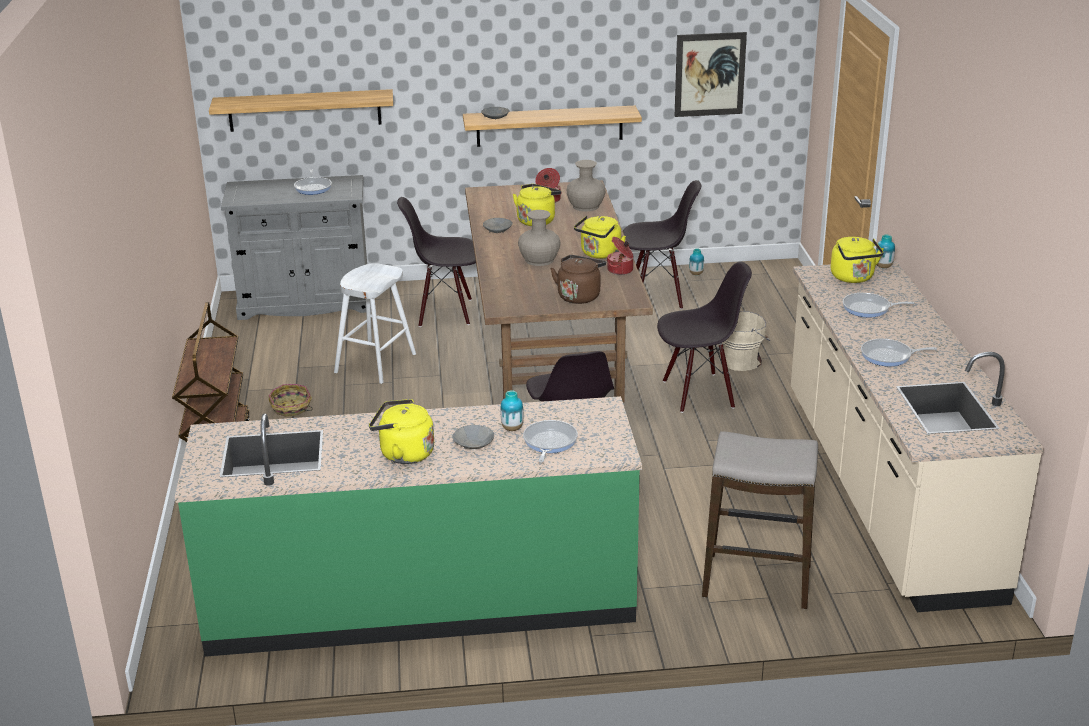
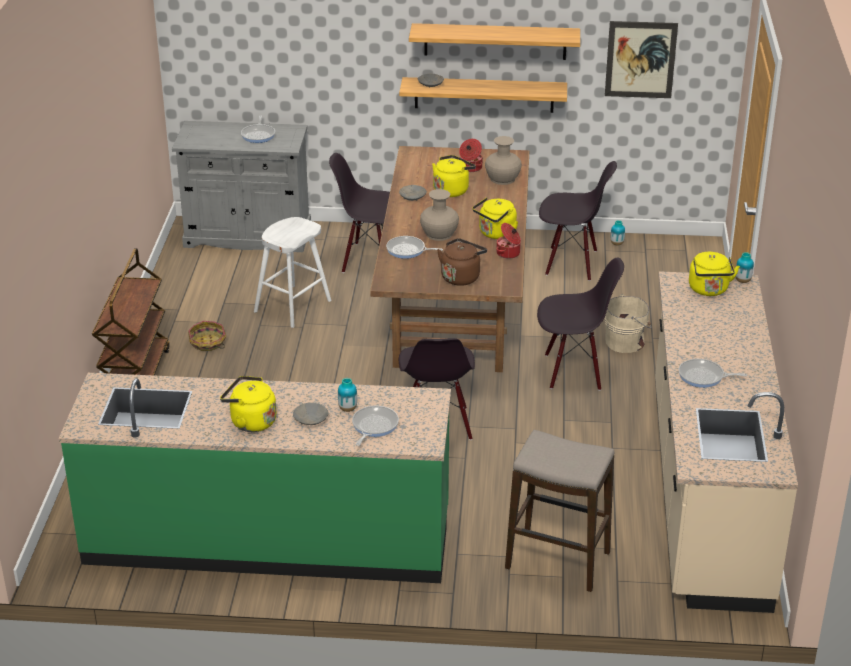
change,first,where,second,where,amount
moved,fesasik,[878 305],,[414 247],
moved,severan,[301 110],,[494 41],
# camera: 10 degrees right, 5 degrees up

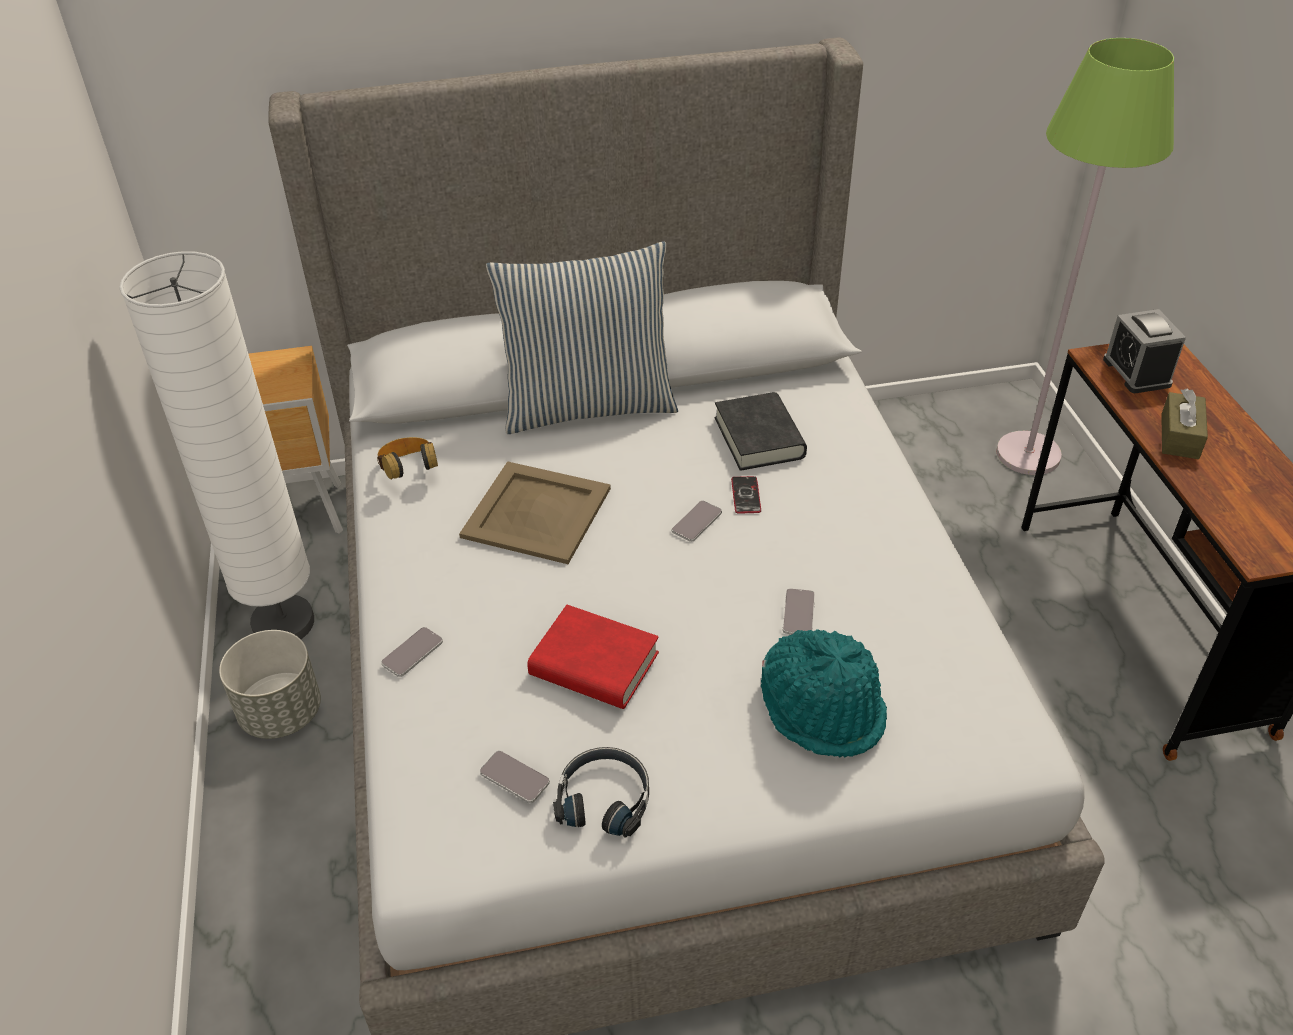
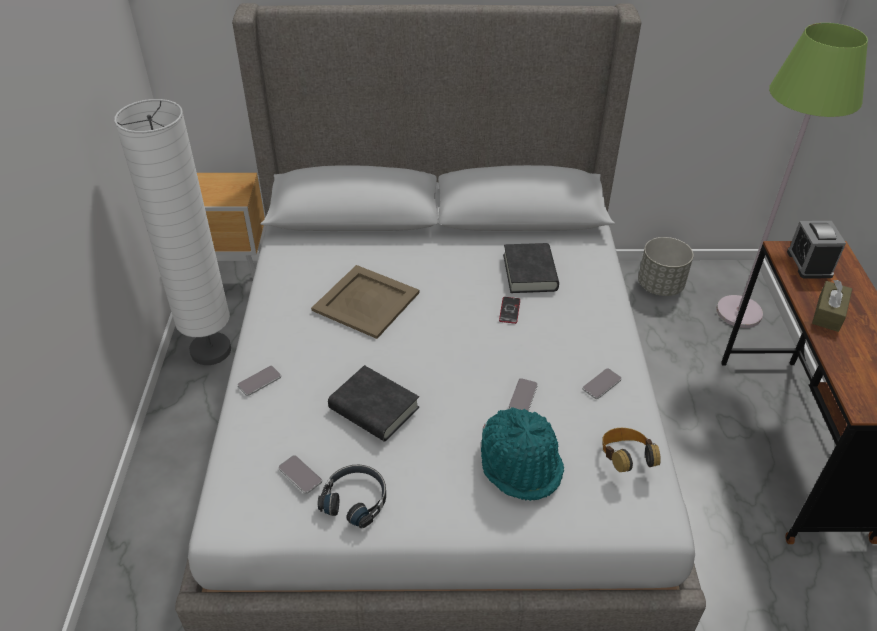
change,first,where,second,where,amount
recoloured,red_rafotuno,[593 657],black_rafotuno,[373 403],
moved,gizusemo,[697 521],,[602 383],
moved,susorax,[407 458],,[631 450],
moved,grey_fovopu,[270 684],,[665 266],
removed,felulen,[582 338],,,
# camera: 10 degrees right, 0 degrees up

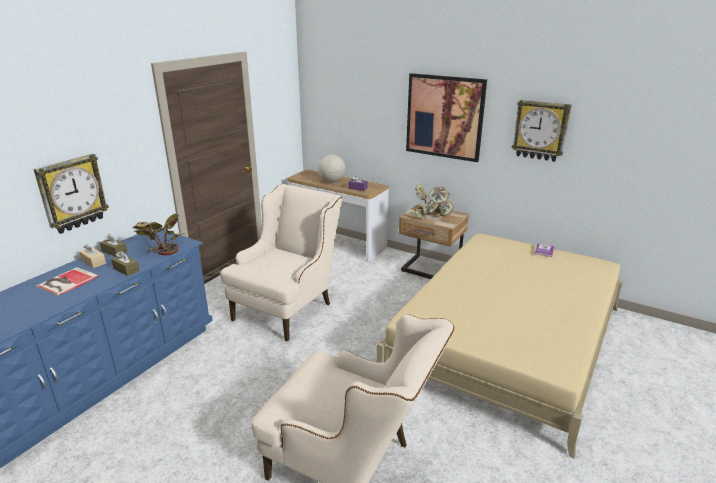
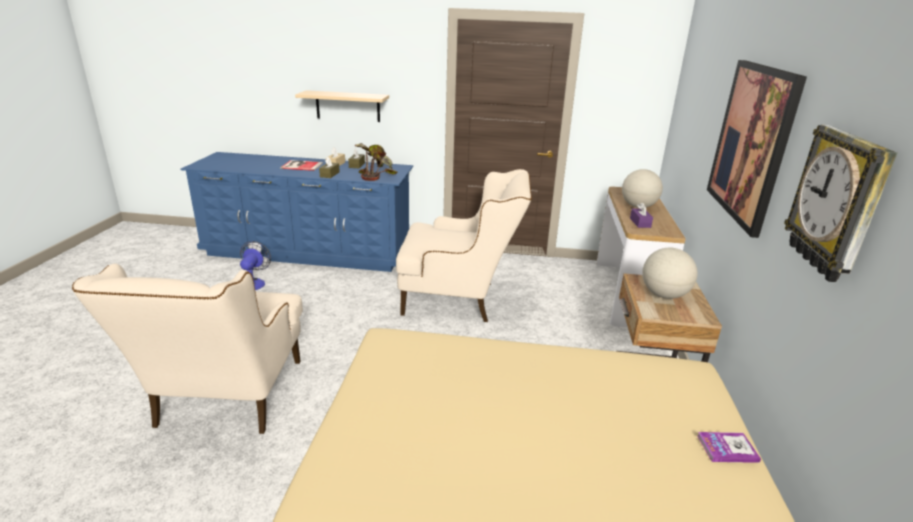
change,first,where,second,where,amount
added,,,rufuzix,[255 265],
replaced,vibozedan,[71 194],beige_severan,[342 106],
replaced,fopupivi,[434 202],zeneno,[669 273],
# camera: 65 degrees right, 0 degrees up

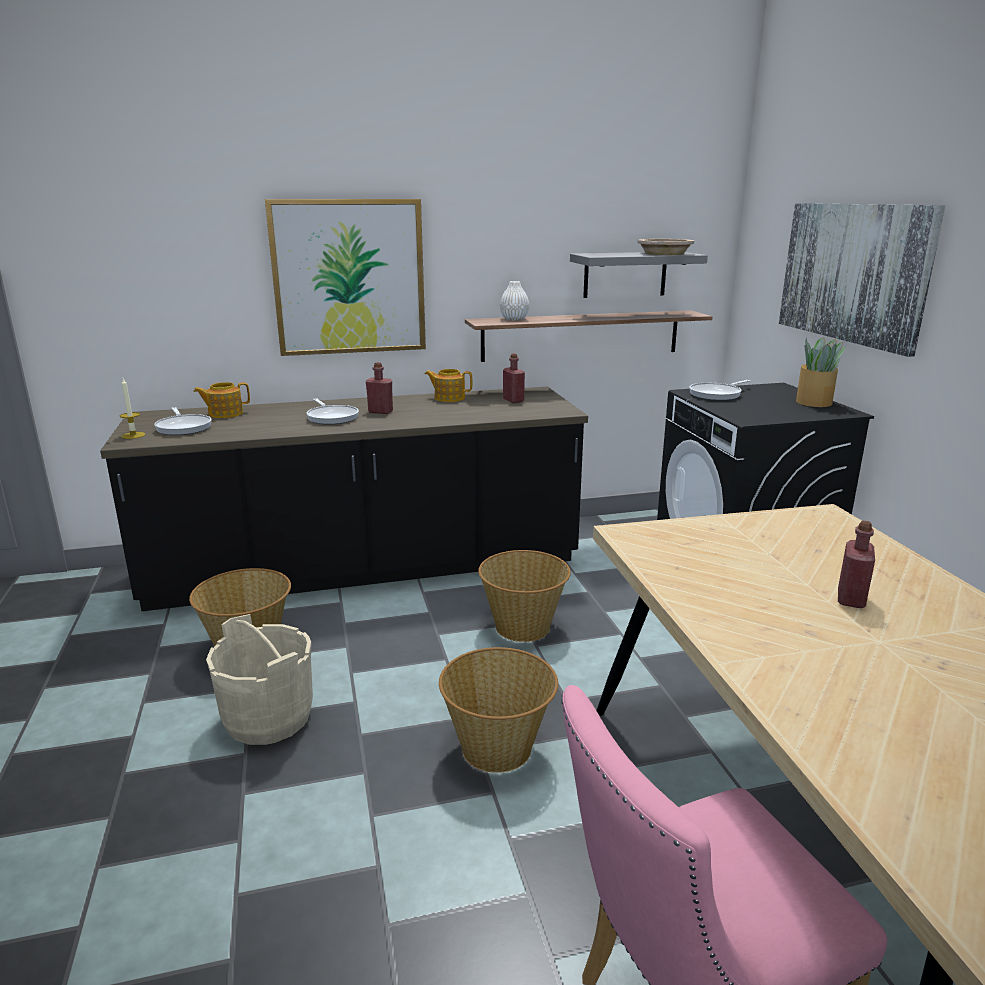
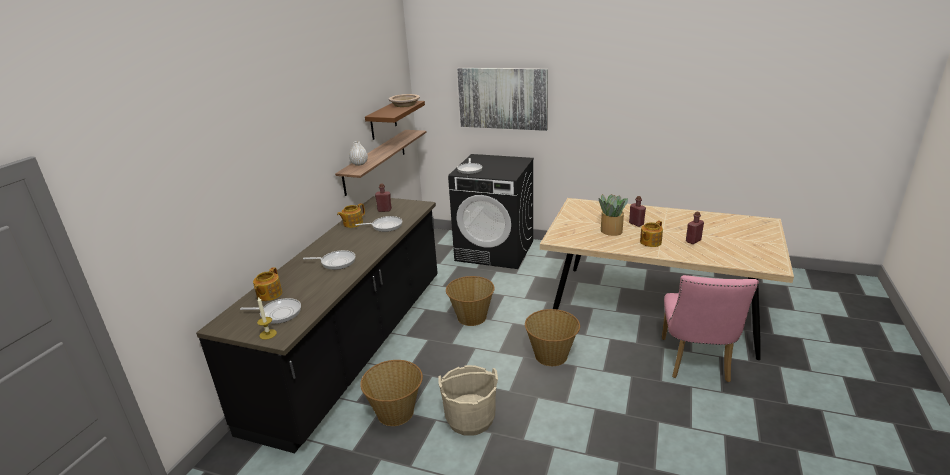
change,first,where,second,where,amount
added,,,fesasik,[378 224],
recoloured,grey_severan,[639 275],brown_severan,[395 120],
moved,fopupivi,[821 372],,[613 215],
added,,,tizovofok,[651 234],
moved,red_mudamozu,[379 388],,[695 227],
removed,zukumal,[345 277],,,
# camera: 55 degrees left, 5 degrees up

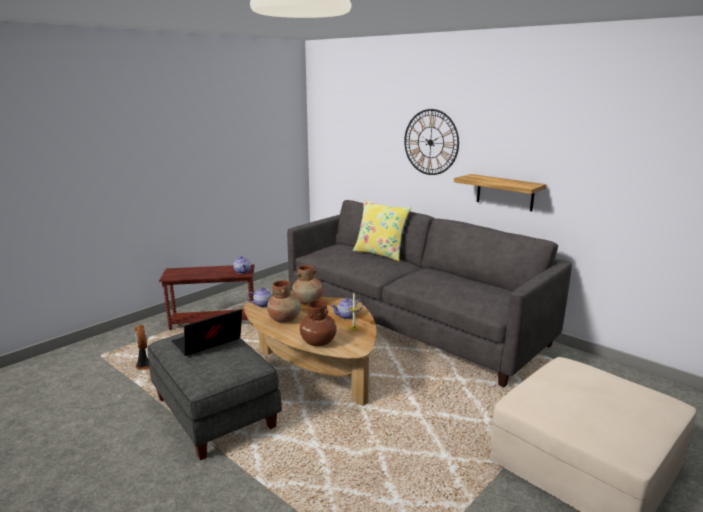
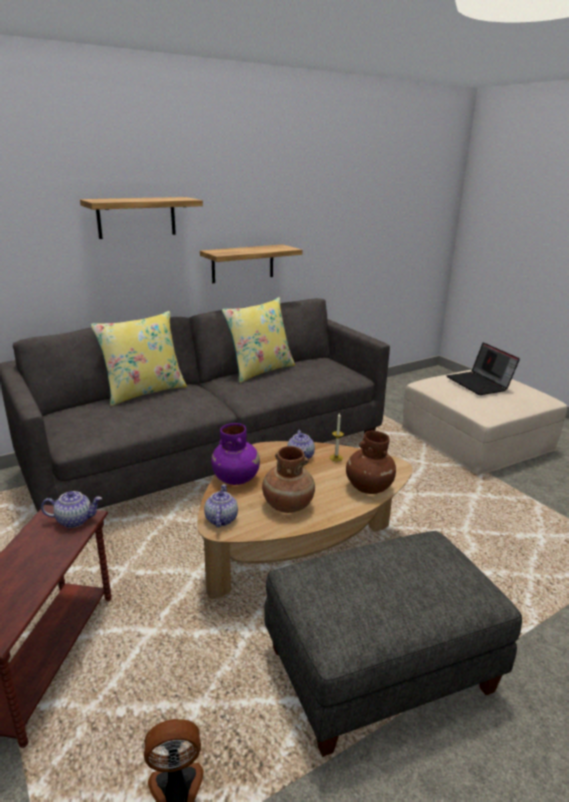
change,first,where,second,where,amount
replaced,vibozedan,[431 142],severan,[141 218],
recoloured,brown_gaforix,[307 284],purple_gaforix,[235 454],
added,,,yellow_felulen,[258 340],
moved,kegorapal,[207 332],,[483 368],
# camera: 75 degrees left, 5 degrees up

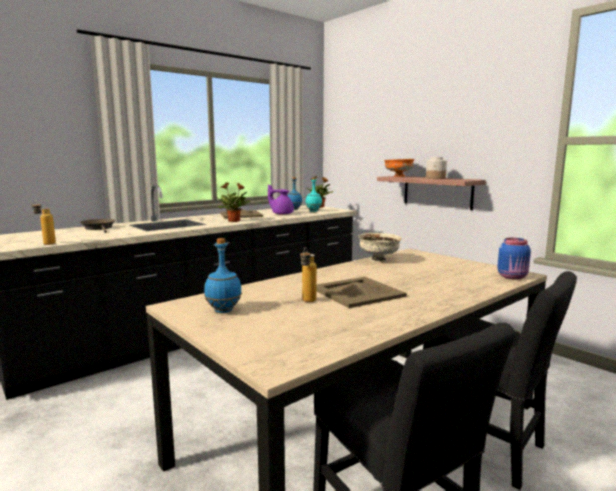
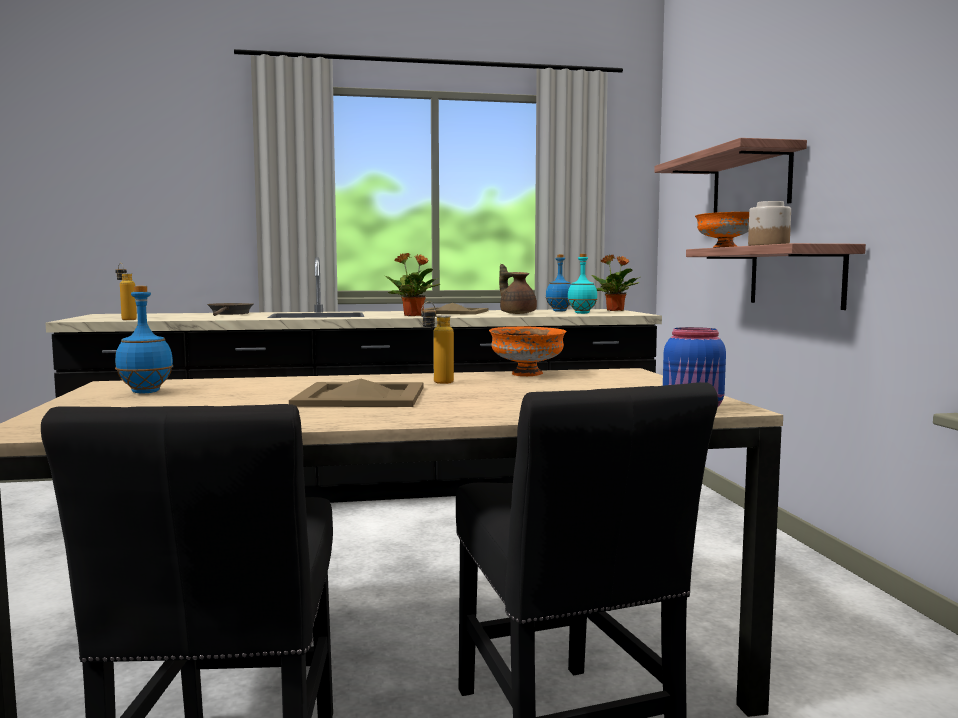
change,first,where,second,where,amount
moved,mudamozu,[308 274],,[437 342],
recoloured,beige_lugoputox,[380 248],orange_lugoputox,[528 351],
recoloured,purple_tizovofok,[281 199],brown_tizovofok,[518 289],
added,,,severan,[730 175],
# camera: 30 degrees right, 5 degrees down

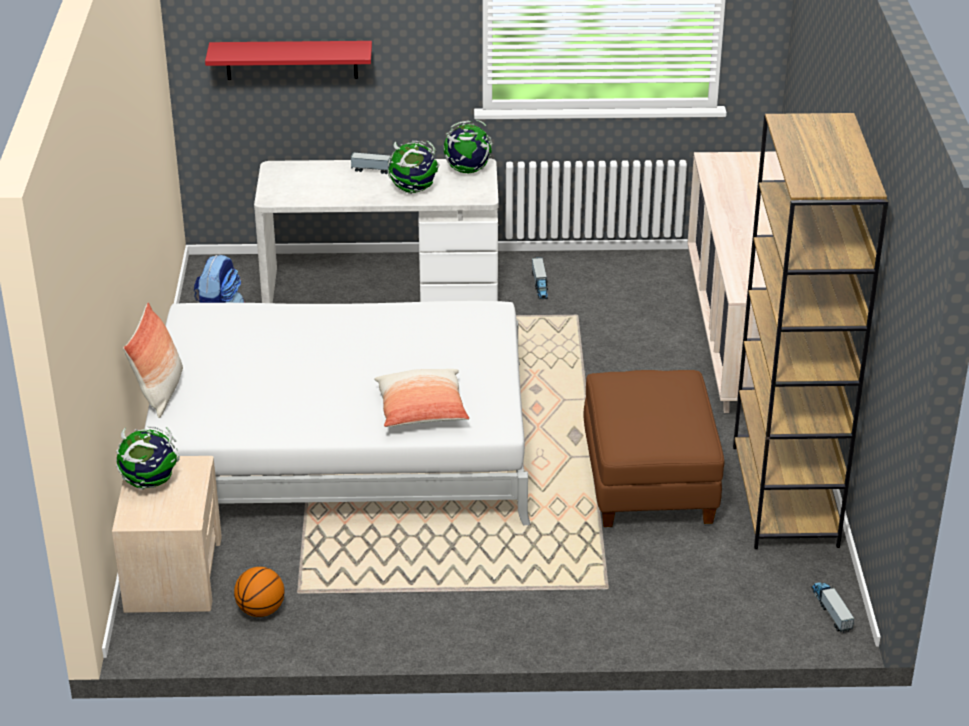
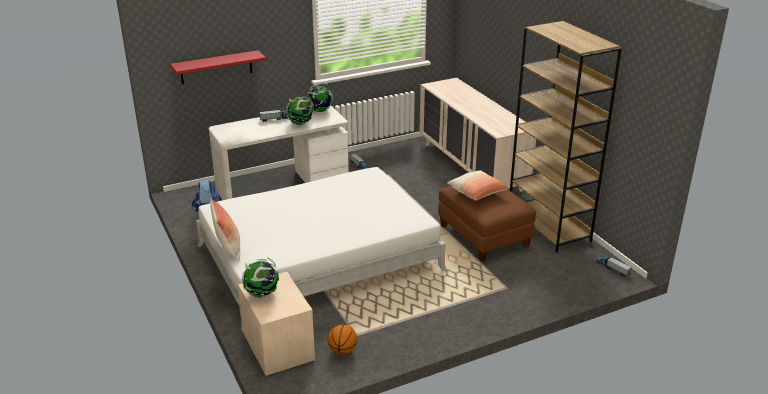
change,first,where,second,where,amount
moved,felulen,[421 398],,[478 185],
# camera: 25 degrees left, 5 degrees down

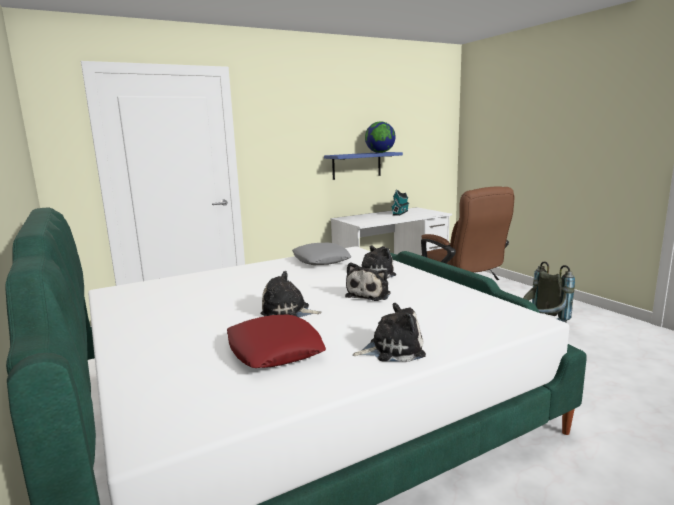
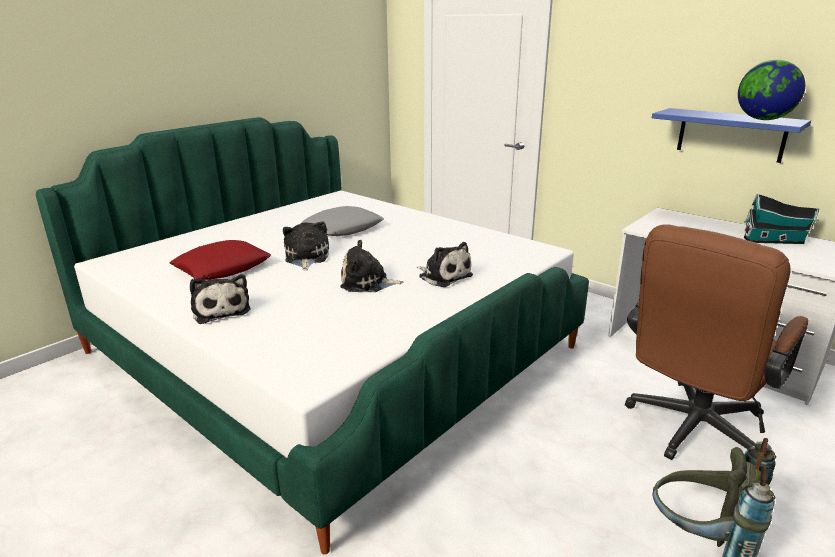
change,first,where,second,where,amount
moved,grey_felulen,[321 254],,[342 221],
# camera: 70 degrees right, 10 degrees up

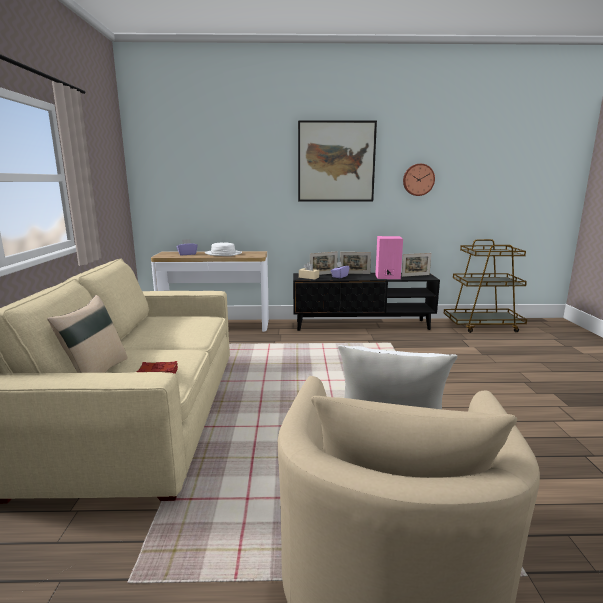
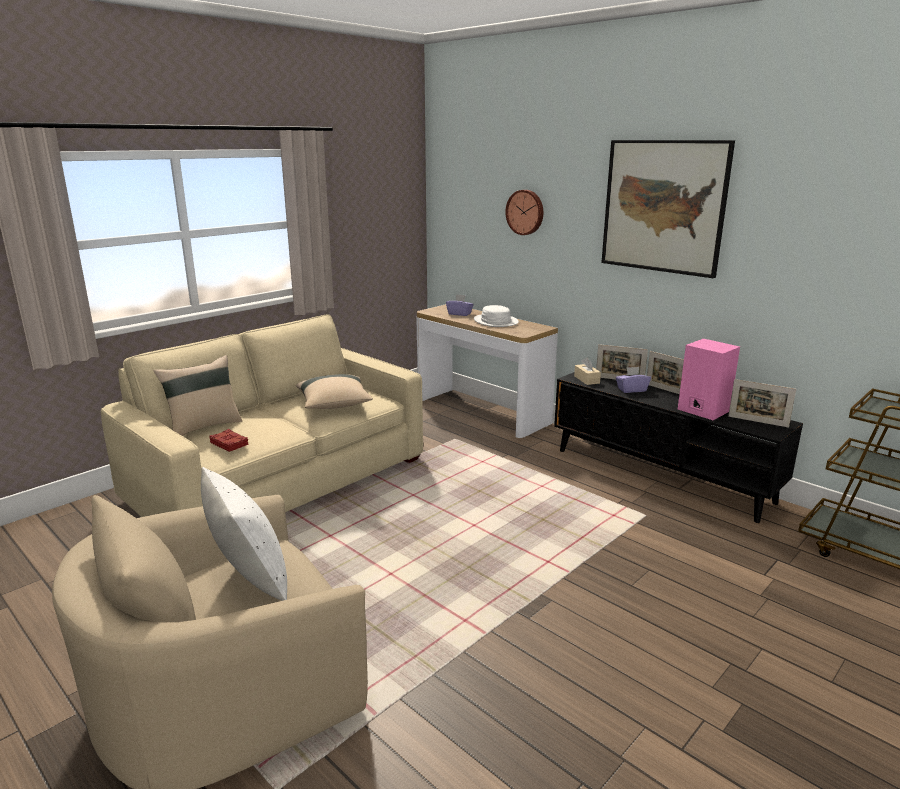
change,first,where,second,where,amount
added,,,beige_felulen,[334 391],
moved,vibozedan,[419 180],,[524 212],
# camera: 45 degrees right, 5 degrees up

